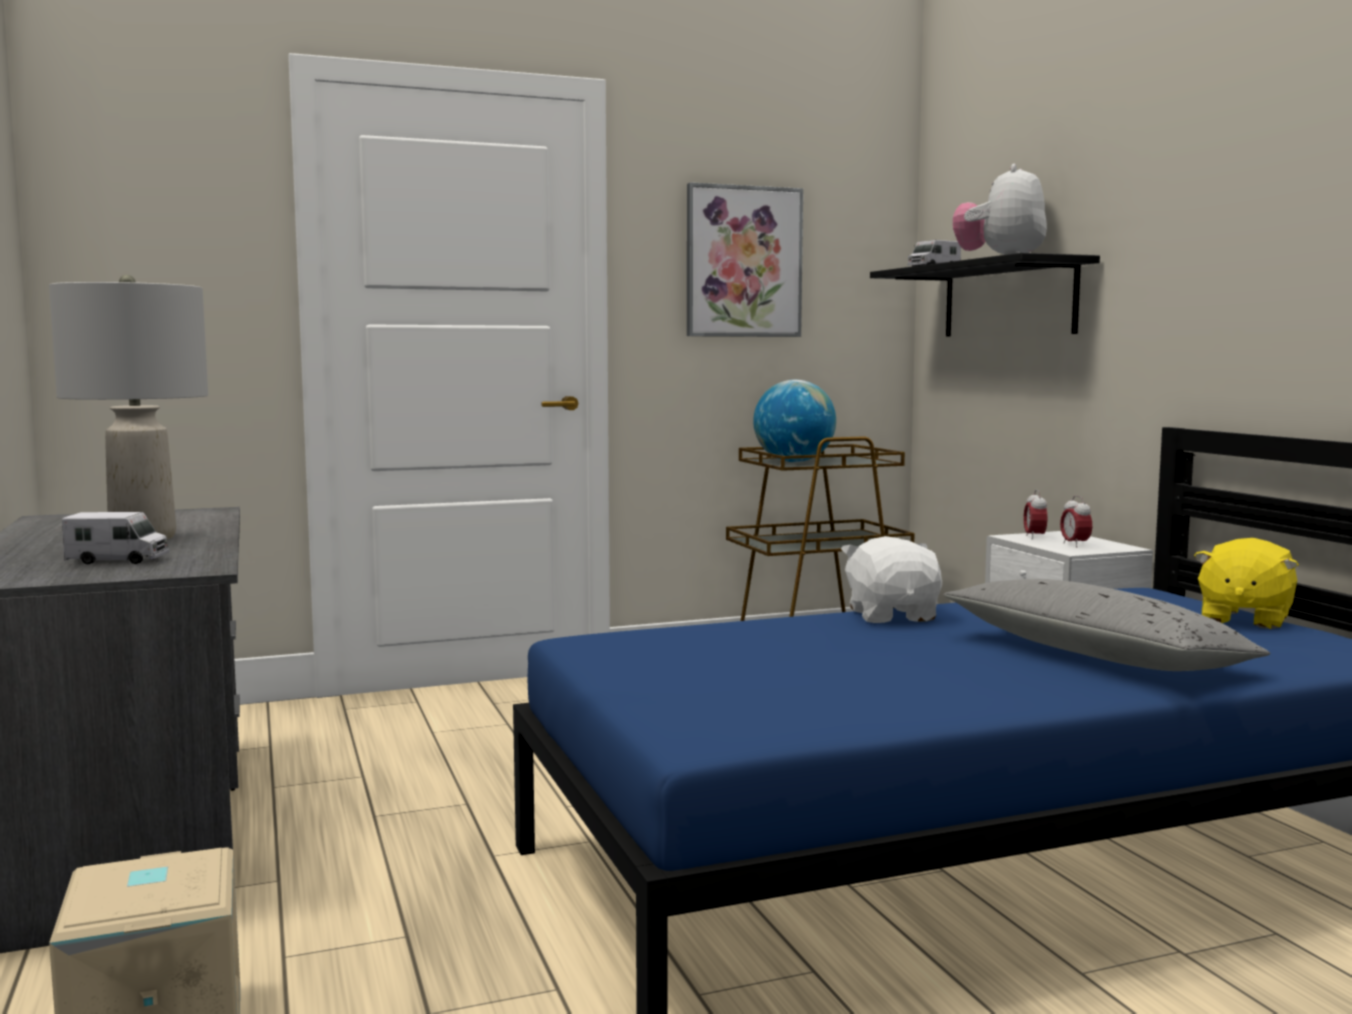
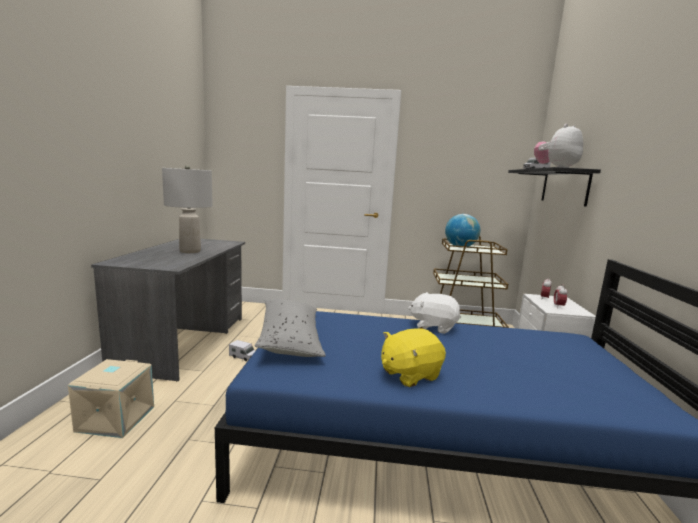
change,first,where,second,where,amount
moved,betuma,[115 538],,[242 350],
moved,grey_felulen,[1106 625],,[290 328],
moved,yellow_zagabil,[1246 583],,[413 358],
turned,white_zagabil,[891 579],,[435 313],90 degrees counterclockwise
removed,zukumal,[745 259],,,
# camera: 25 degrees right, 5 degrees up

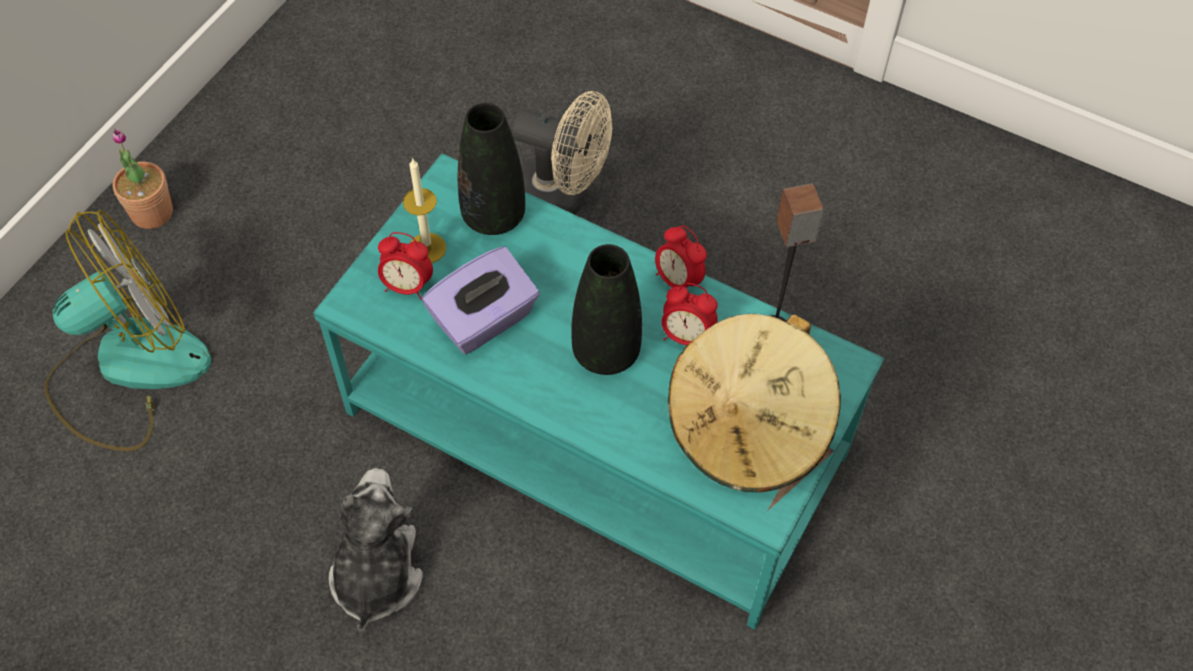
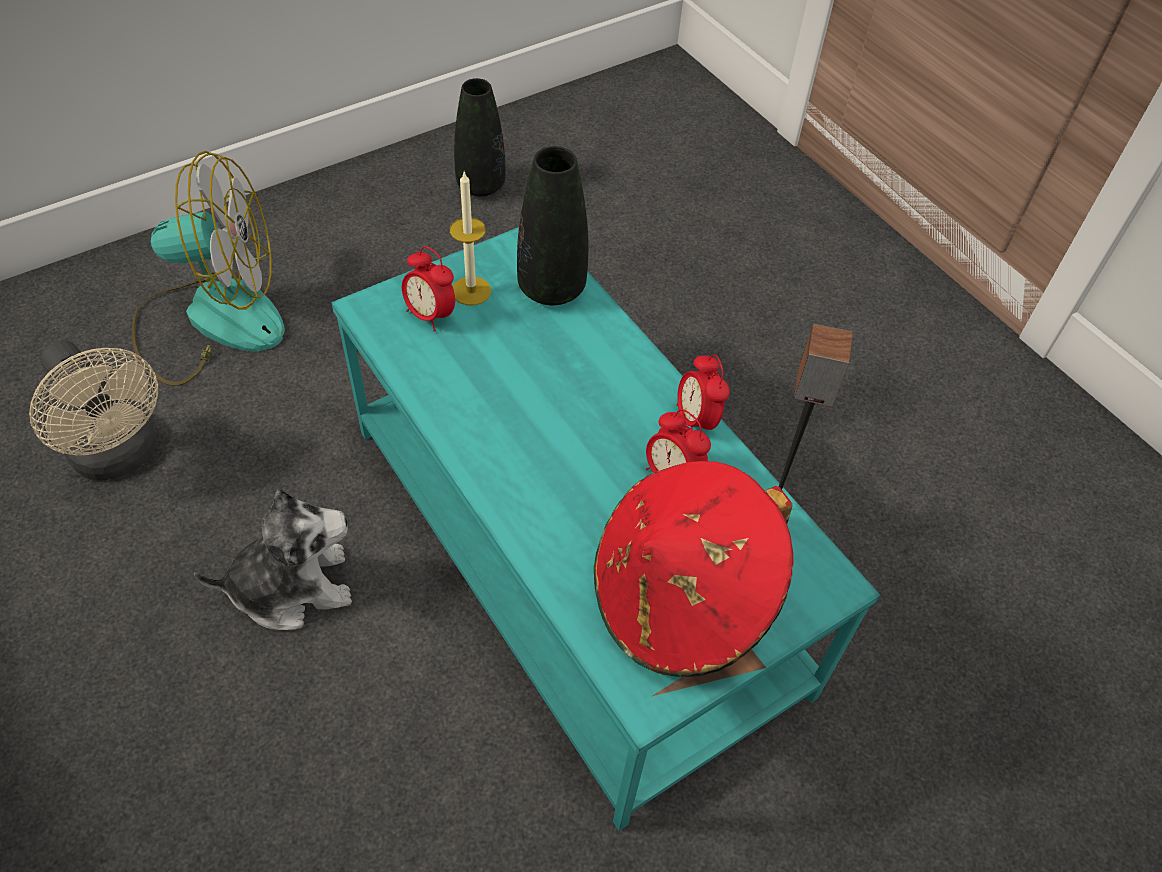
change,first,where,second,where,amount
moved,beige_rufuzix,[561 153],,[93 410],
turned,zagabil,[376 550],,[273 559],45 degrees clockwise
moved,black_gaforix,[606 309],,[479 137],
recoloured,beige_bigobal,[754 403],red_bigobal,[694 569],
removed,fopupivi,[143 178],,,
removed,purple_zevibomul,[481 300],,,
# camera: 25 degrees right, 5 degrees down

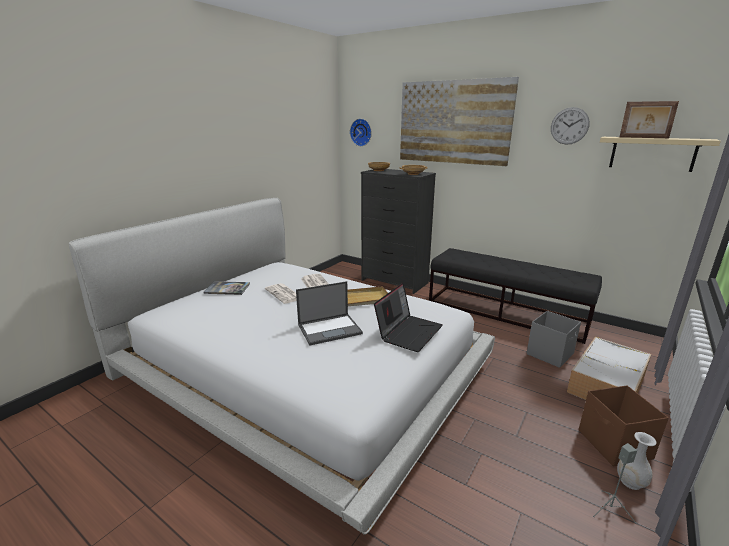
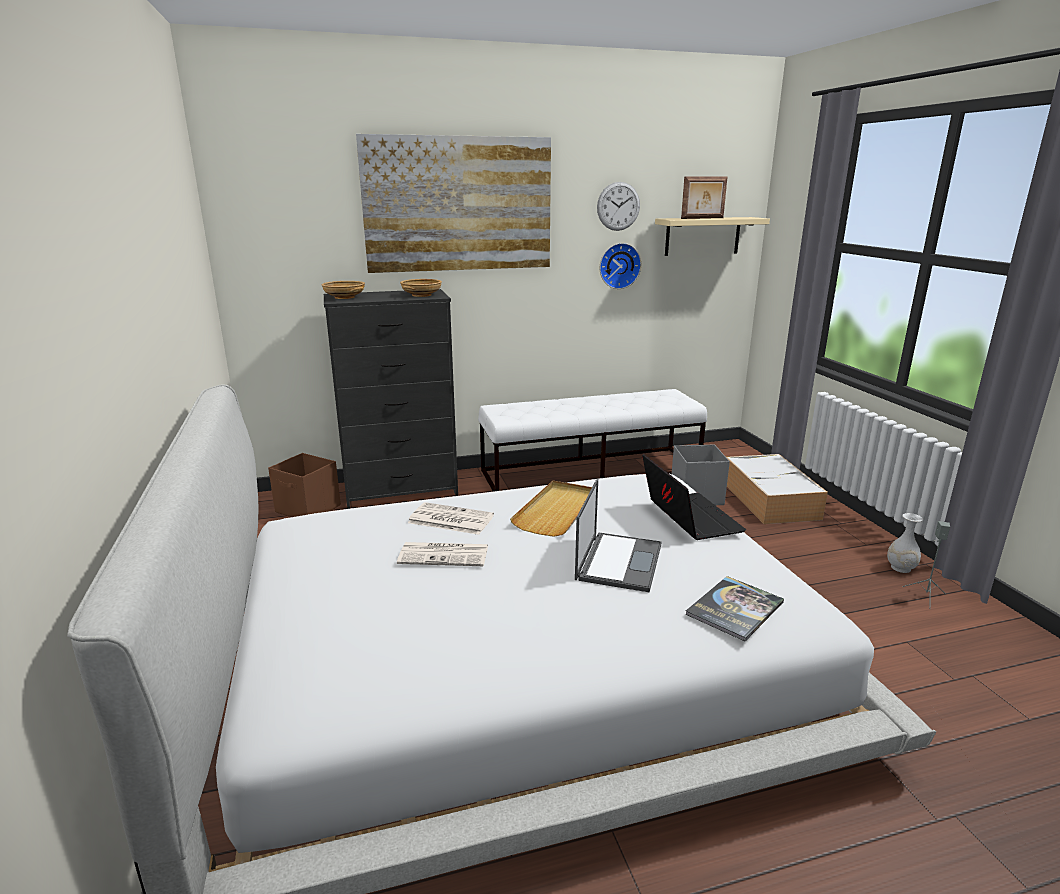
change,first,where,second,where,amount
moved,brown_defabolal,[624 425],,[304 485],
recoloured,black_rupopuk,[515 296],white_rupopuk,[592 440],
moved,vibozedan,[361 132],,[620 266],
moved,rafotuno,[226 288],,[734 608],
# camera: 50 degrees left, 0 degrees up

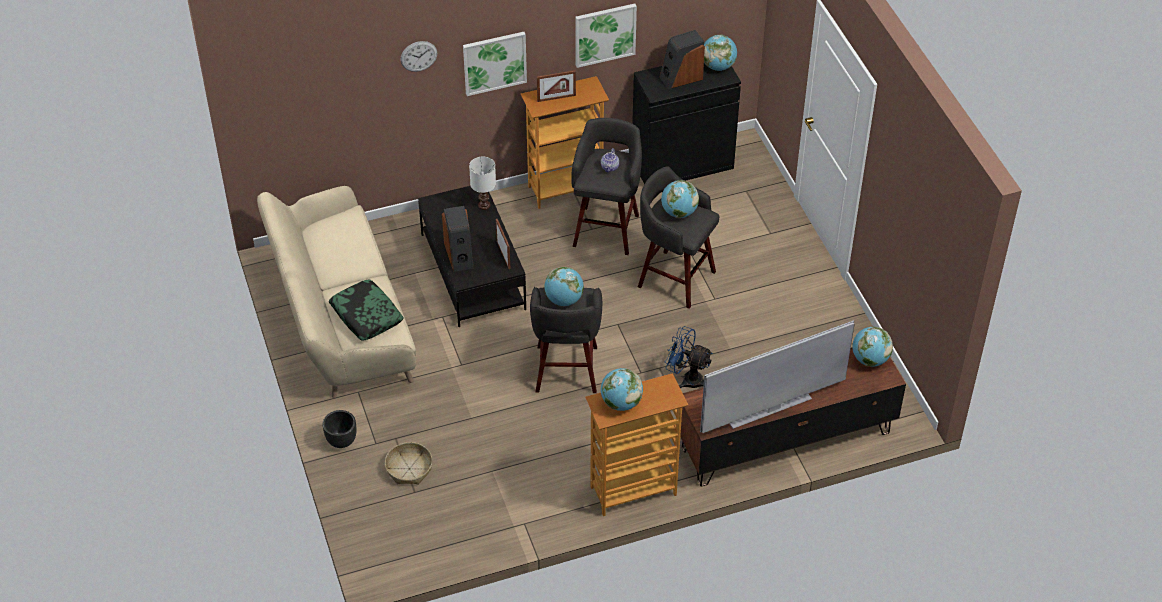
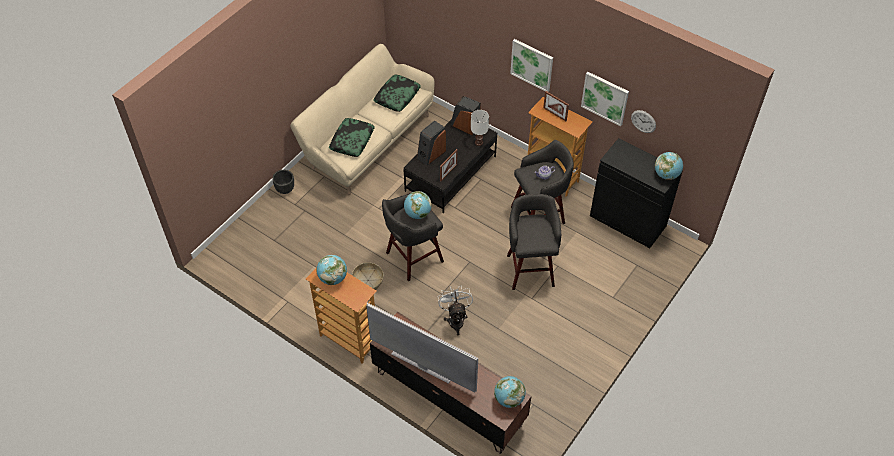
change,first,where,second,where,amount
moved,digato,[408 463],,[368 276],
added,,,felulen,[397 93],
recoloured,blue_rufuzix,[689 357],white_rufuzix,[455 310],
moved,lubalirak,[682 59],,[465 115],
moved,vibozedan,[418 56],,[643 121],
removed,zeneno,[680 199],,,
# camera: 55 degrees right, 5 degrees up

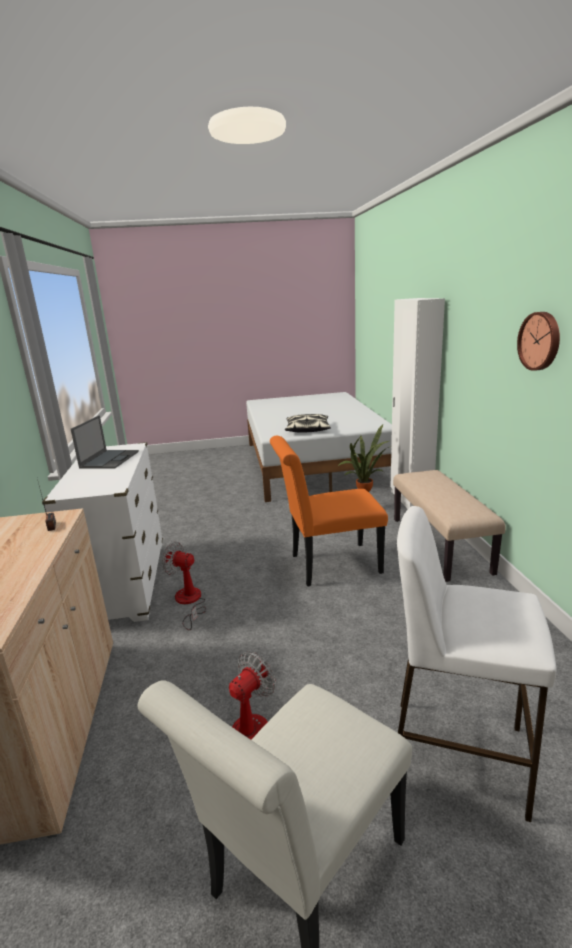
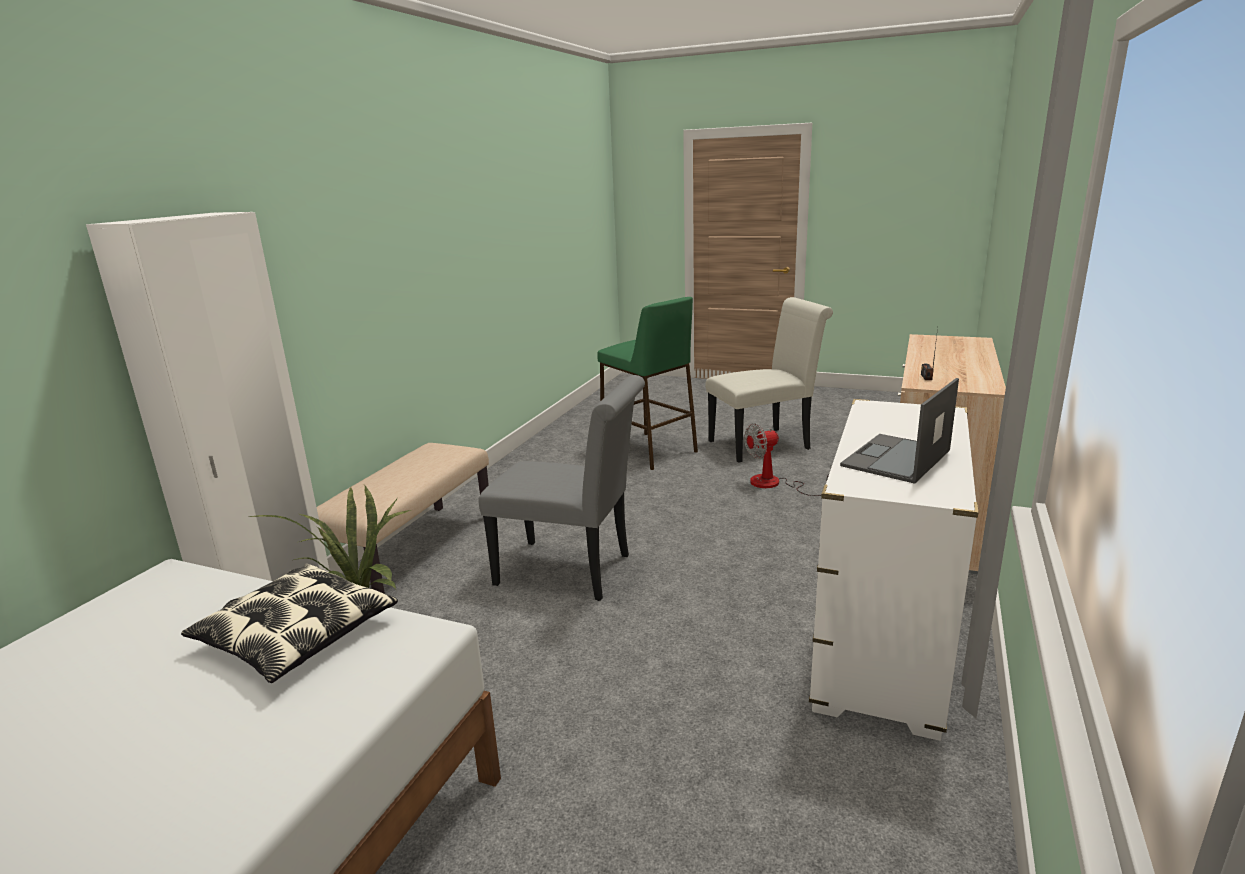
change,first,where,second,where,amount
recoloured,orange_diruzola,[329 511],grey_diruzola,[561 488],
recoloured,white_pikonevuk,[476 664],green_pikonevuk,[647 383],
removed,rufuzix,[184 586],,,
removed,vibozedan,[538 341],,,
# camera: 150 degrees left, 0 degrees up

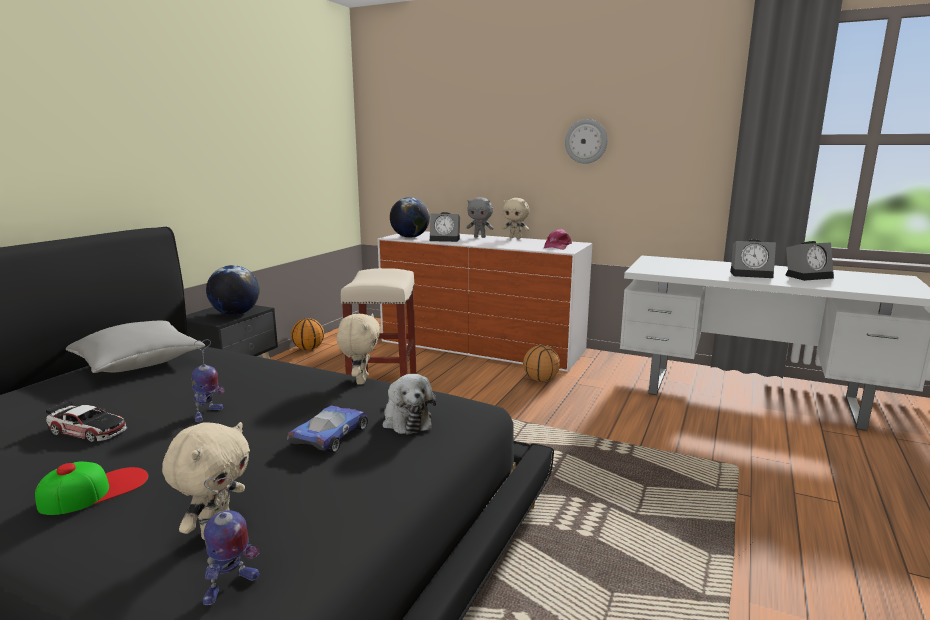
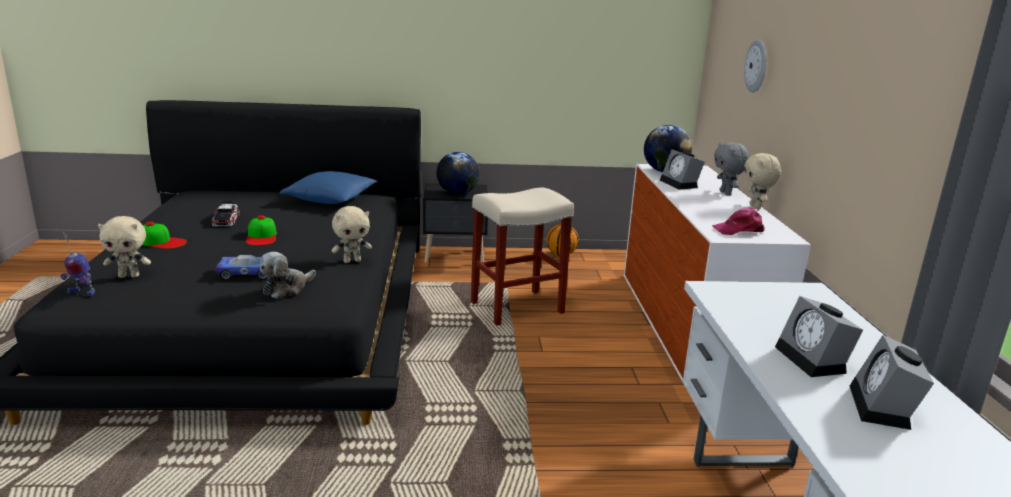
change,first,where,second,where,amount
replaced,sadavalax,[207 380],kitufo,[261 230],
recoloured,grey_felulen,[135 346],blue_felulen,[328 187],
moved,vibozedan,[586 141],,[755 66],
turned,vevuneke,[809 261],,[892 382],60 degrees clockwise
removed,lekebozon,[541 363],,,
# camera: 60 degrees right, 5 degrees up

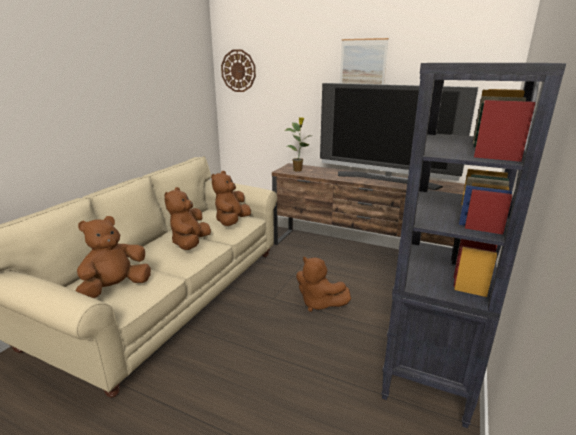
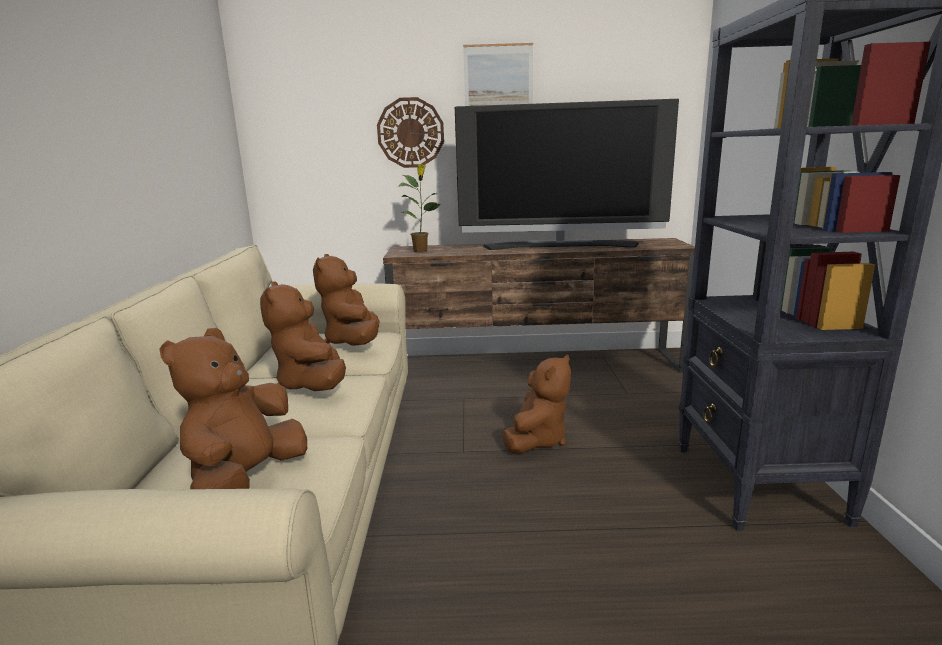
change,first,where,second,where,amount
moved,vibozedan,[238 70],,[410 132],
turned,brown_zagabil,[323 284],,[537 403],75 degrees counterclockwise
# camera: 25 degrees left, 5 degrees down

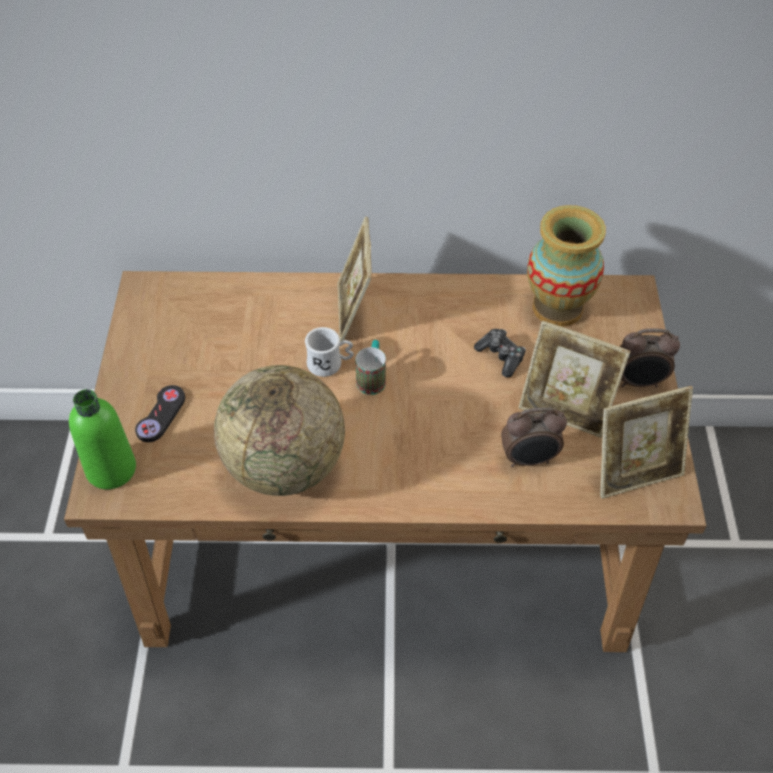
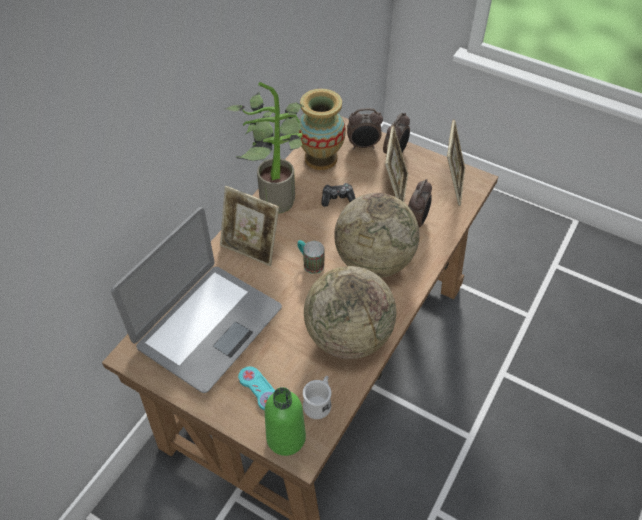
change,first,where,second,where,amount
added,,,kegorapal,[196 300],
added,,,fopupivi,[264 148],
recoloured,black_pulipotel,[160 413],turquoise_pulipotel,[256 388],
moved,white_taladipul,[329 352],,[317 397],
added,,,zeneno,[377 235],
added,,,vevuneke,[365 128],
turned,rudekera,[575 379],,[396 163],45 degrees counterclockwise
# camera: 60 degrees left, 0 degrees up

